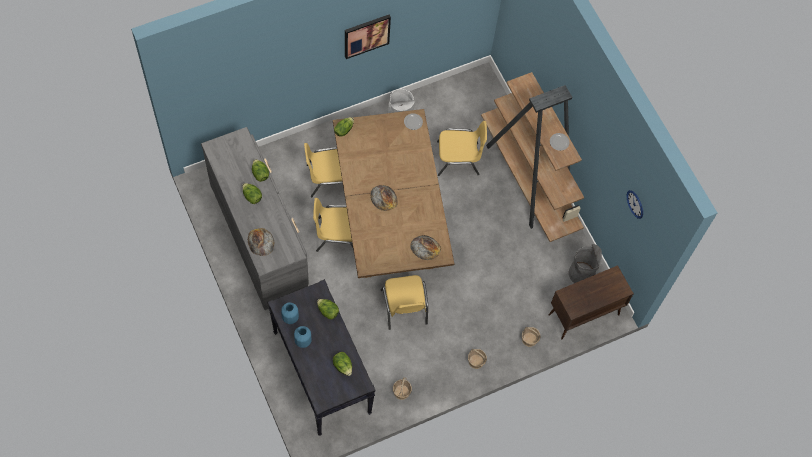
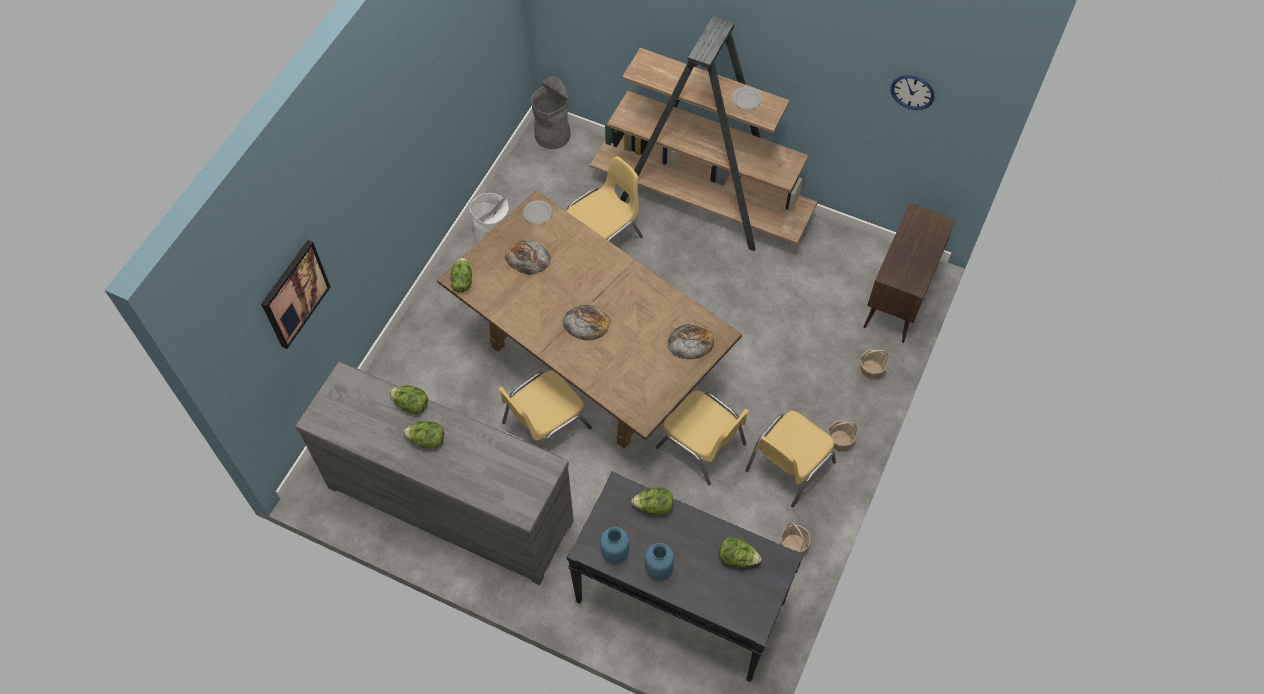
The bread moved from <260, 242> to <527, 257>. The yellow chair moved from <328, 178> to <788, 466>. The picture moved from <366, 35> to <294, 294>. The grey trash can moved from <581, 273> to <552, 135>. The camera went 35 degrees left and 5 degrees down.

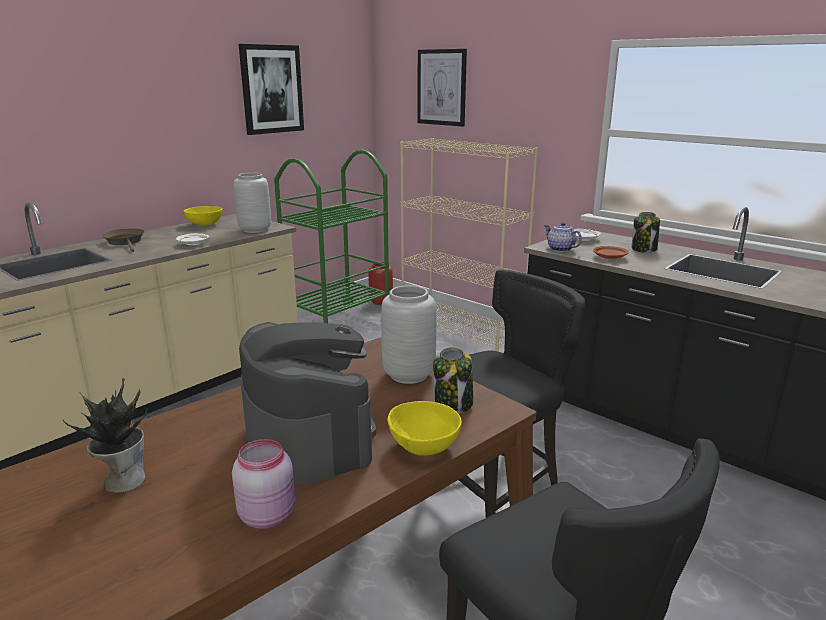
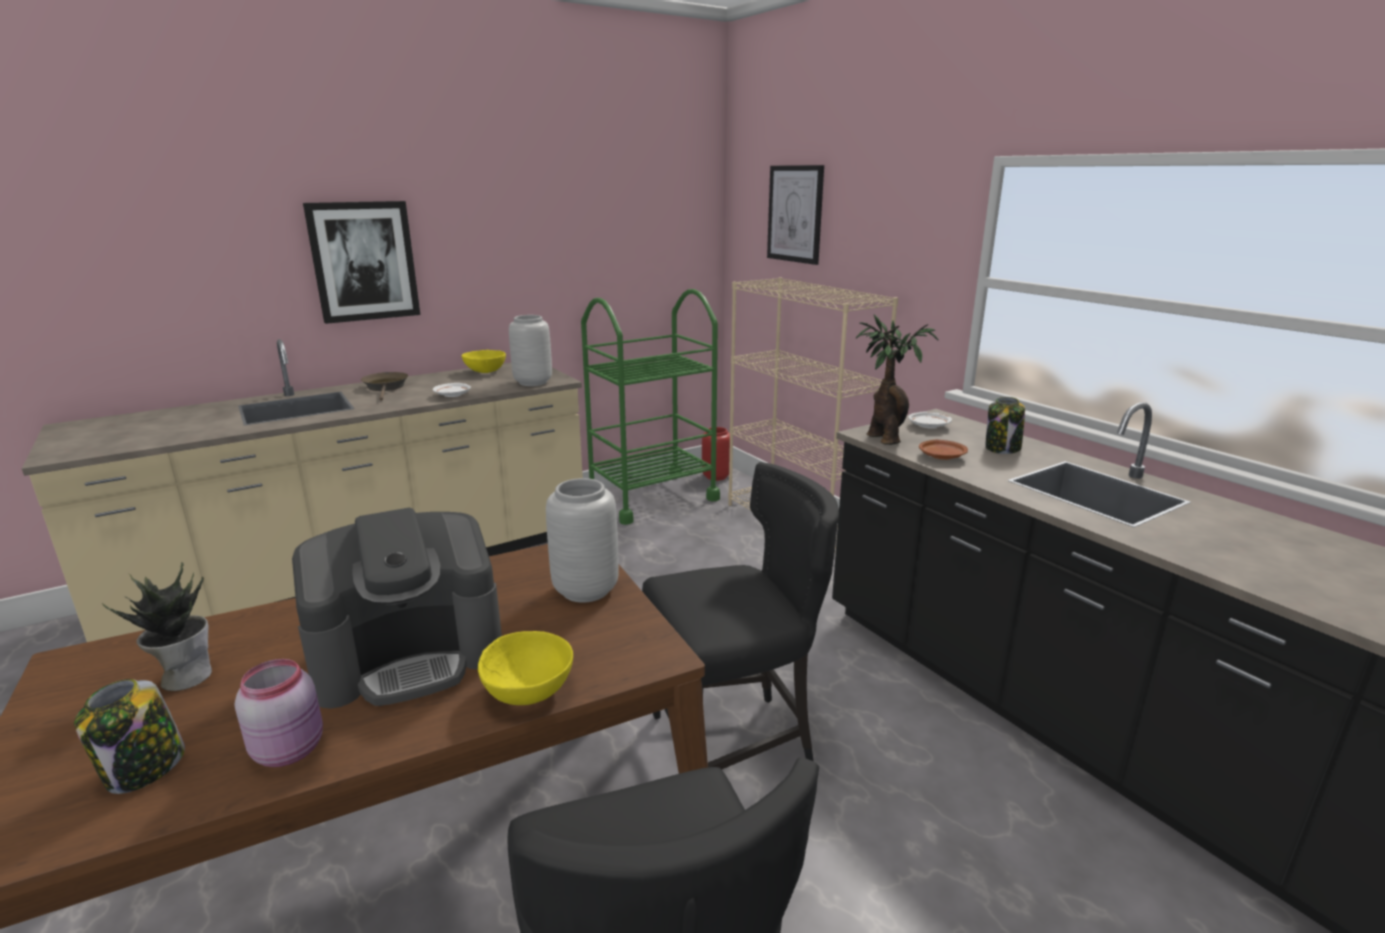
The picture moved from <271, 89> to <364, 261>. The jar moved from <453, 404> to <144, 769>. The teapot at <560, 249> was replaced by the potted plant at <883, 438>. The coffee machine at <309, 437> turned 75 degrees clockwise. The camera went 15 degrees right and 0 degrees up.

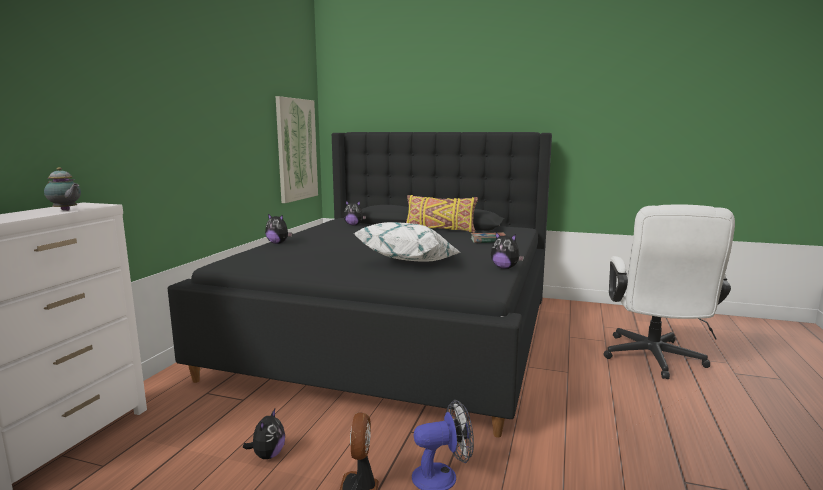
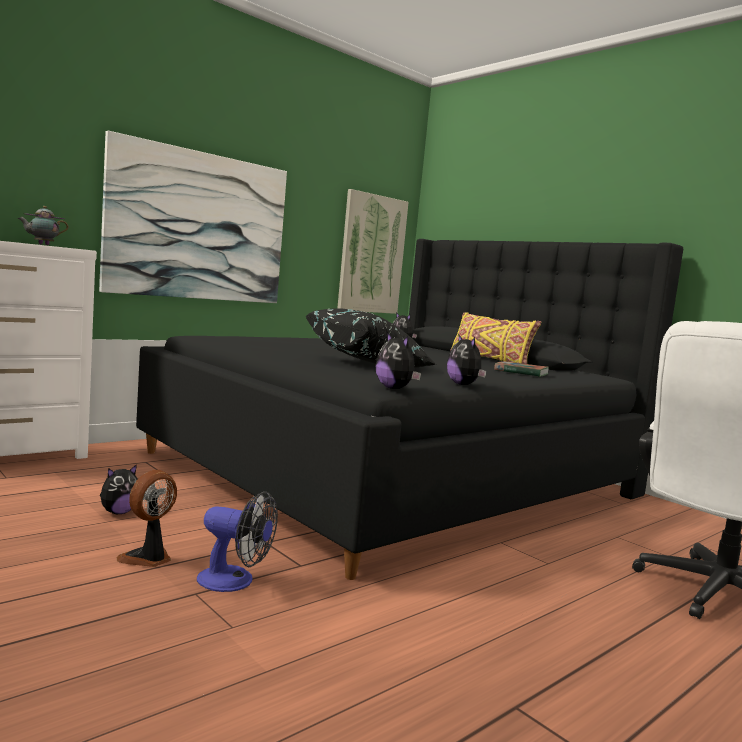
The picture at <199, 226> appeared. The plush toy moved from <278, 243> to <395, 389>. The white pillow at <410, 262> became the black pillow at <368, 364>. The teapot at <66, 210> turned 90 degrees clockwise. The camera went 30 degrees right and 5 degrees down.

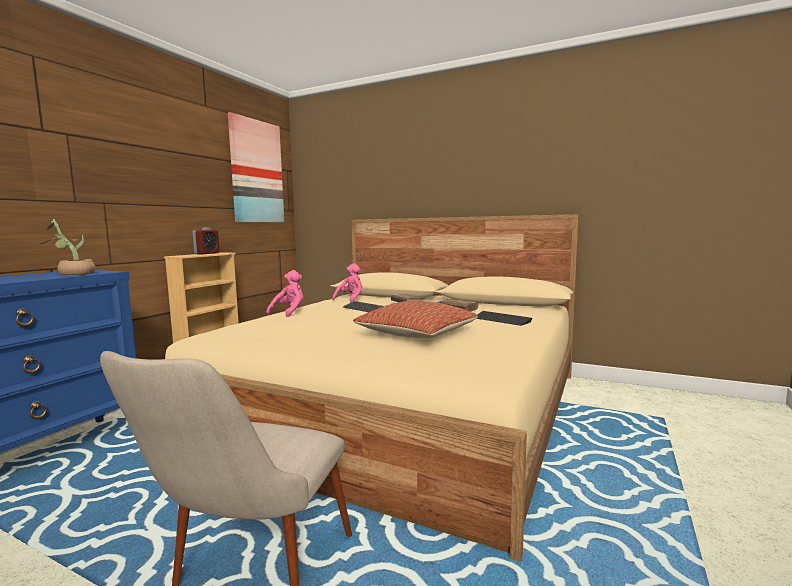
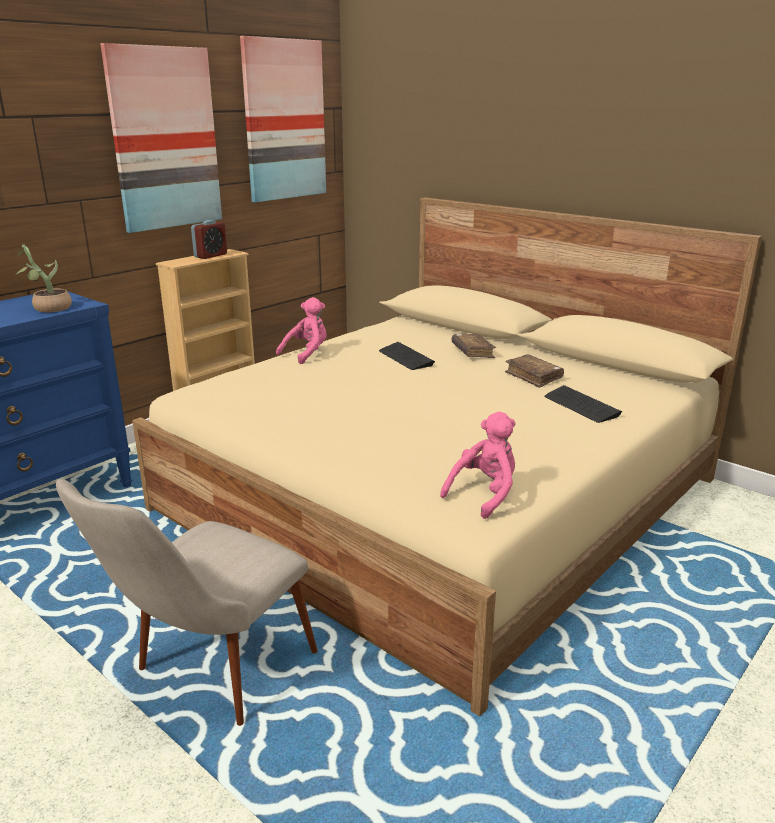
The pillow at <417, 334> disappeared. The picture at <164, 139> appeared. The pink plush toy moved from <350, 299> to <484, 494>. The camera went 15 degrees right and 15 degrees up.

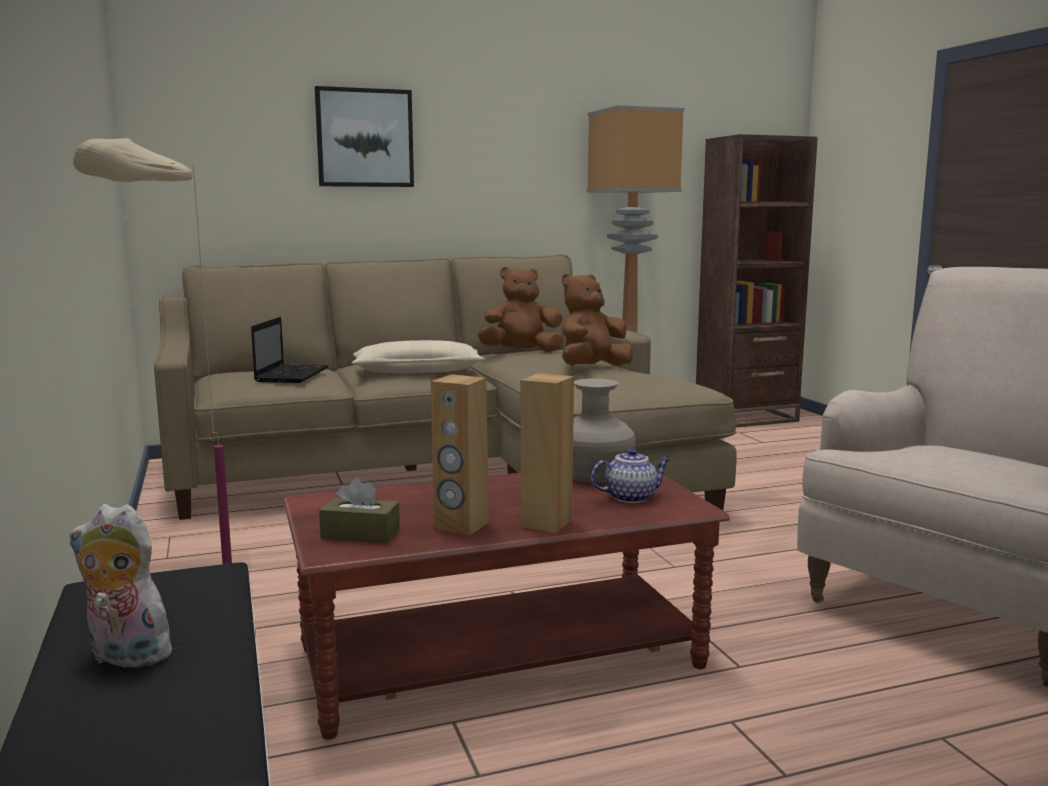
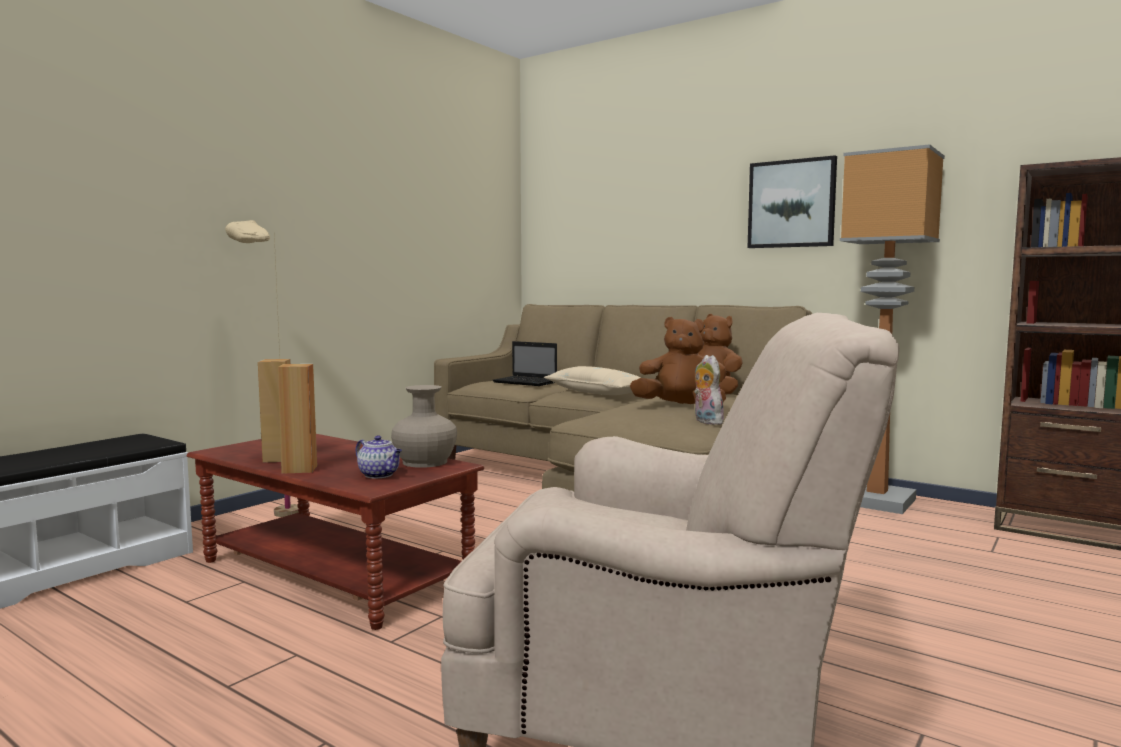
The brown tissue box at <360, 534> disappeared. The plush toy moved from <124, 657> to <706, 422>. The picture moved from <364, 138> to <791, 204>. The laptop at <292, 375> turned 60 degrees clockwise. The camera went 55 degrees right and 5 degrees down.

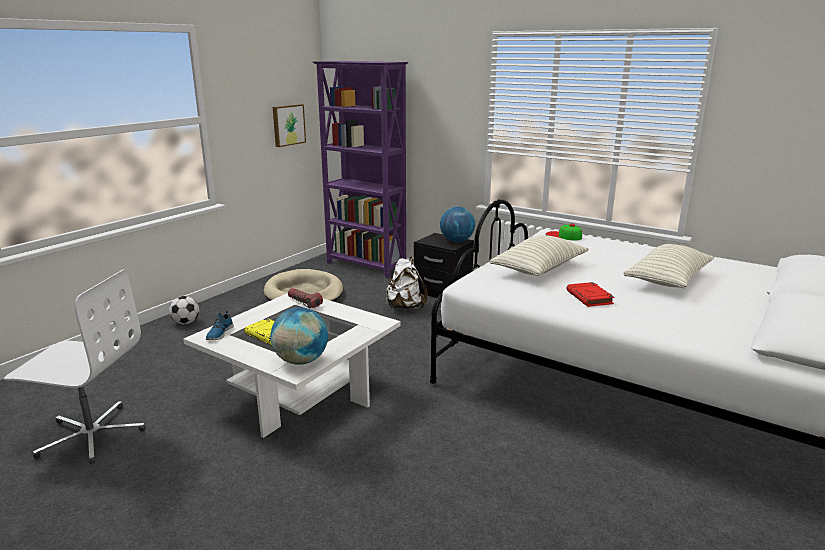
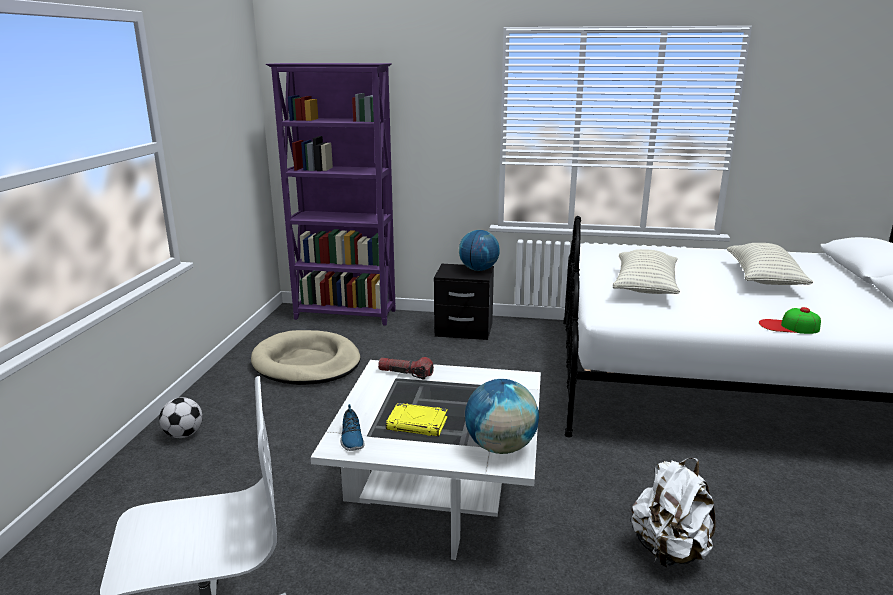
The picture at <288, 125> disappeared. The red book at <590, 298> disappeared. The white backpack moved from <405, 307> to <669, 550>. The cap moved from <563, 236> to <788, 326>. The camera went 25 degrees left and 0 degrees up.

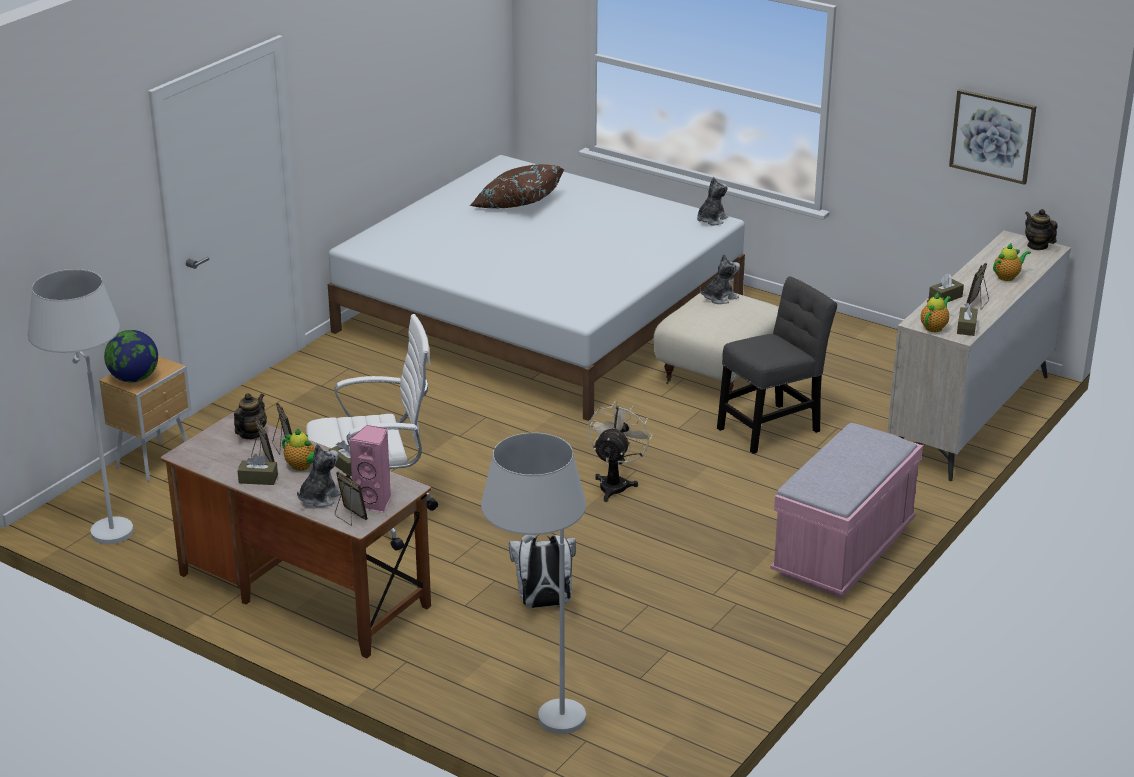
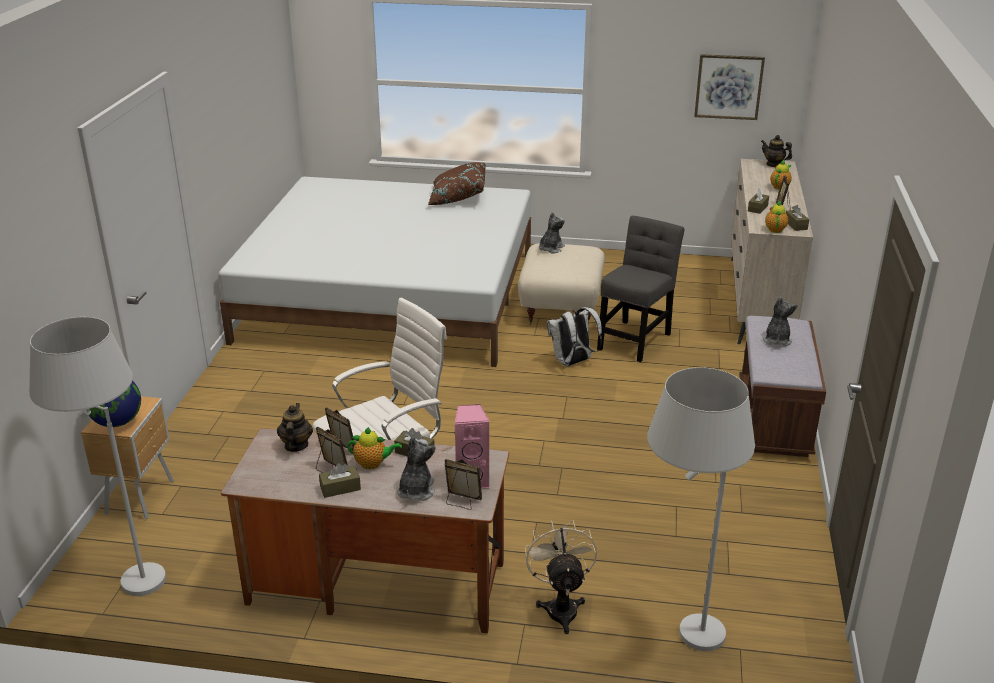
The brown pillow moved from <517, 203> to <457, 197>. The white backpack moved from <544, 604> to <572, 362>. The beige fan moved from <615, 484> to <560, 606>. The plush toy moved from <711, 220> to <776, 340>. The pink bench at <843, 551> became the brown bench at <773, 420>. The camera went 25 degrees left and 0 degrees up.

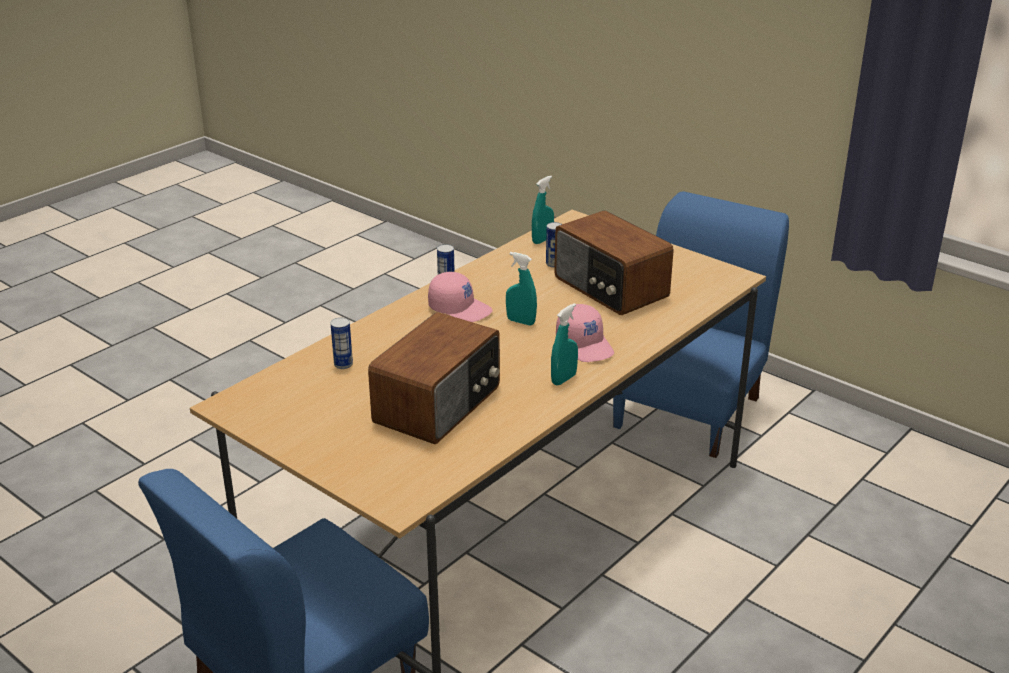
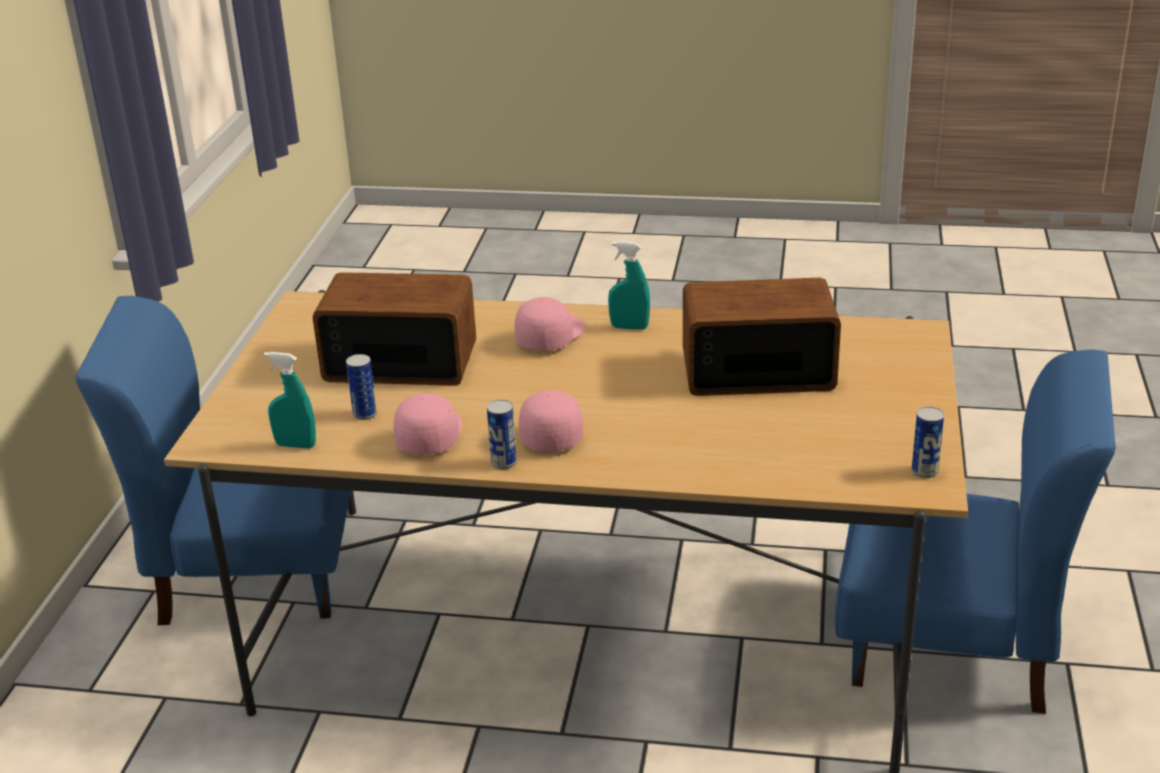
The turquoise spray bottle at <521, 321> disappeared. The pink cap at <429, 435> appeared. The can moved from <343, 364> to <924, 471>. The radio at <610, 288> turned 105 degrees counterclockwise. The camera went 120 degrees left and 0 degrees up.

